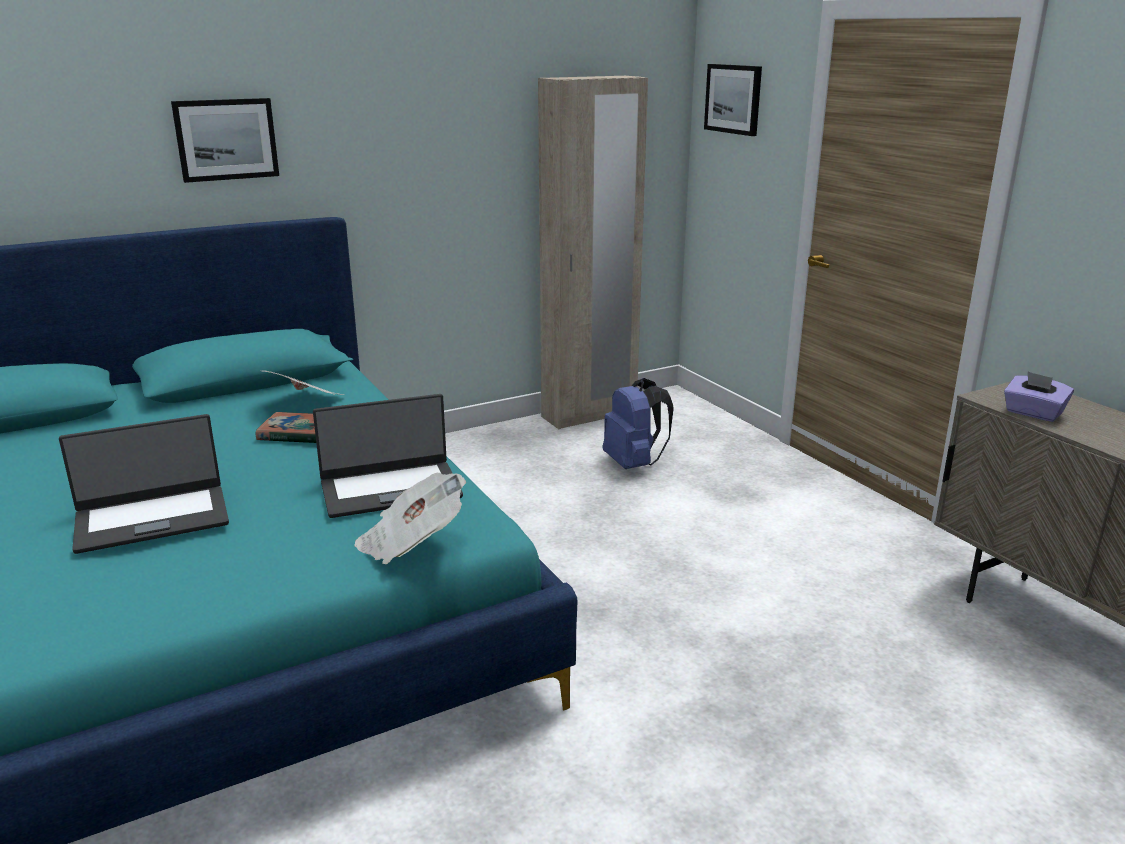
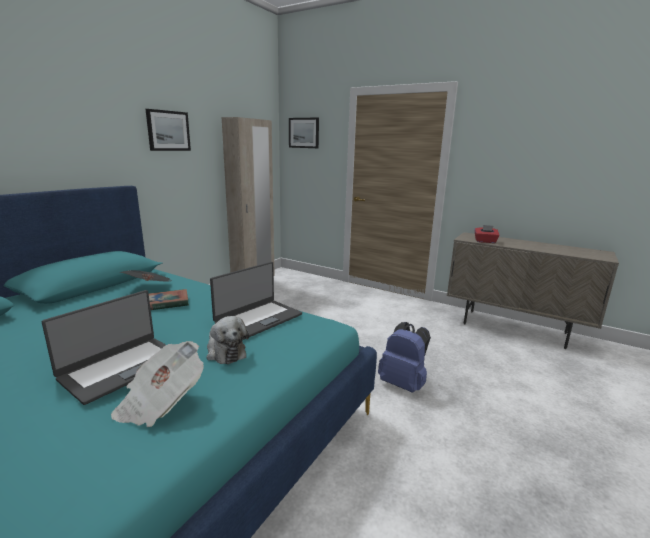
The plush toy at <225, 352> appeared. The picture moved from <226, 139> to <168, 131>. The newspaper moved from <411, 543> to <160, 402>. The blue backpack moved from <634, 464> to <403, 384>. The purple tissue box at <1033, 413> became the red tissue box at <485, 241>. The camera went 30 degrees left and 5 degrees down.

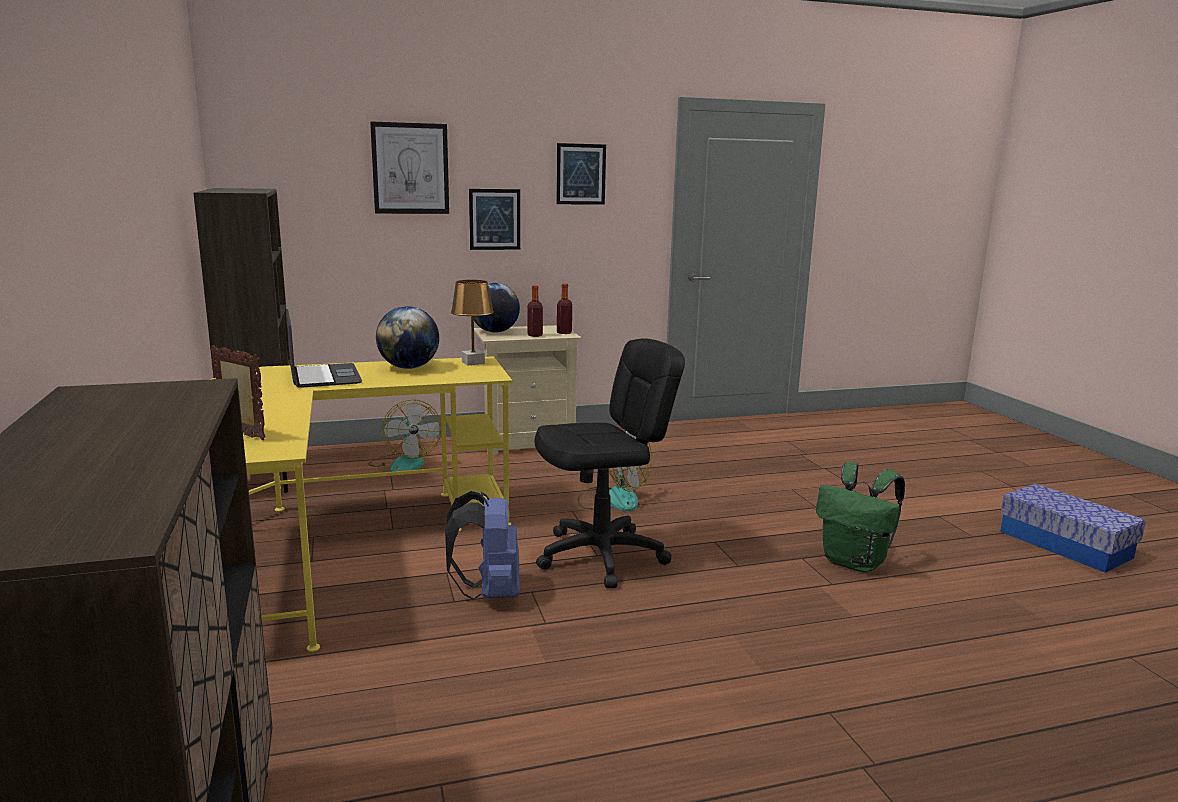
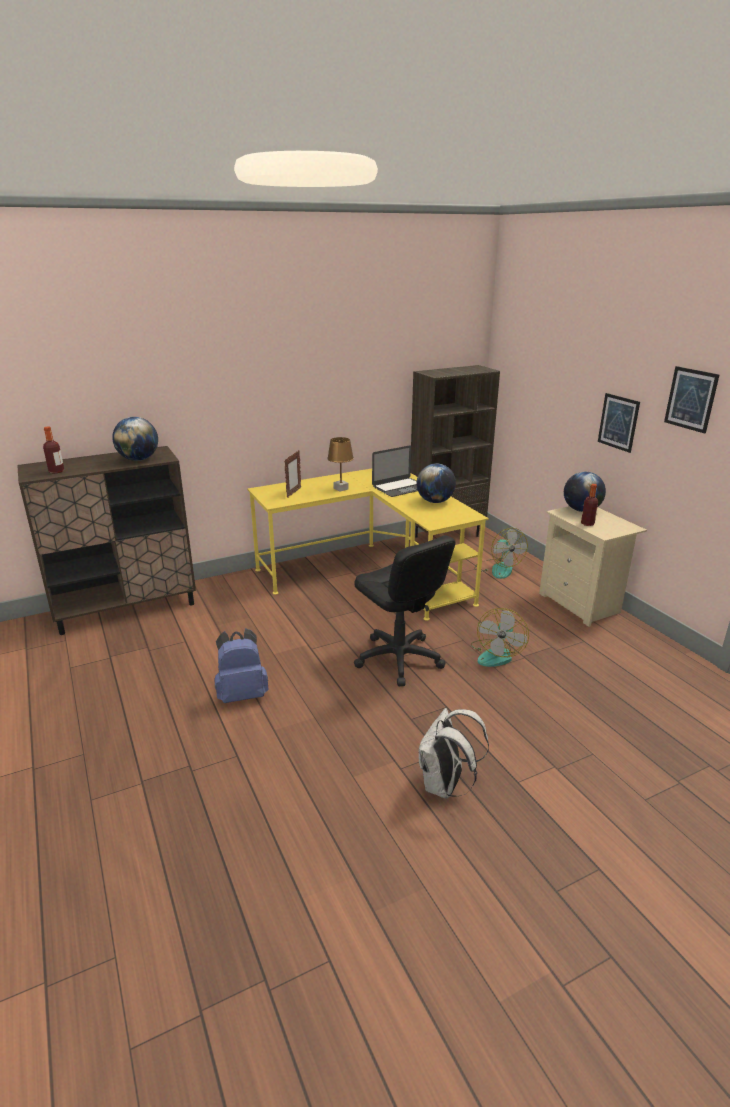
The picture at <410, 168> disappeared. The storage box at <1065, 544> disappeared. The globe at <138, 459> appeared. The blue backpack moved from <489, 593> to <242, 694>. The brown table lamp moved from <473, 363> to <340, 488>. The bottle moved from <564, 332> to <56, 471>. The green backpack at <855, 563> became the white backpack at <445, 786>. The fan at <404, 463> turned 75 degrees counterclockwise. The camera went 80 degrees right and 10 degrees up.

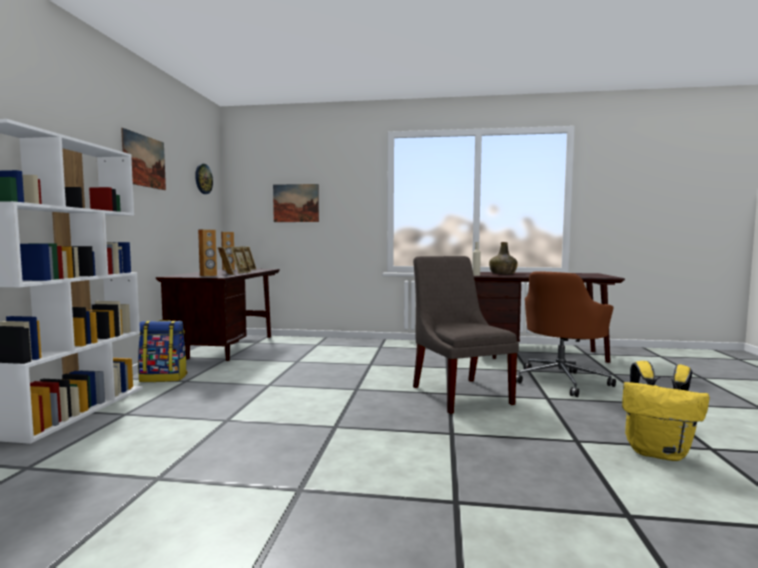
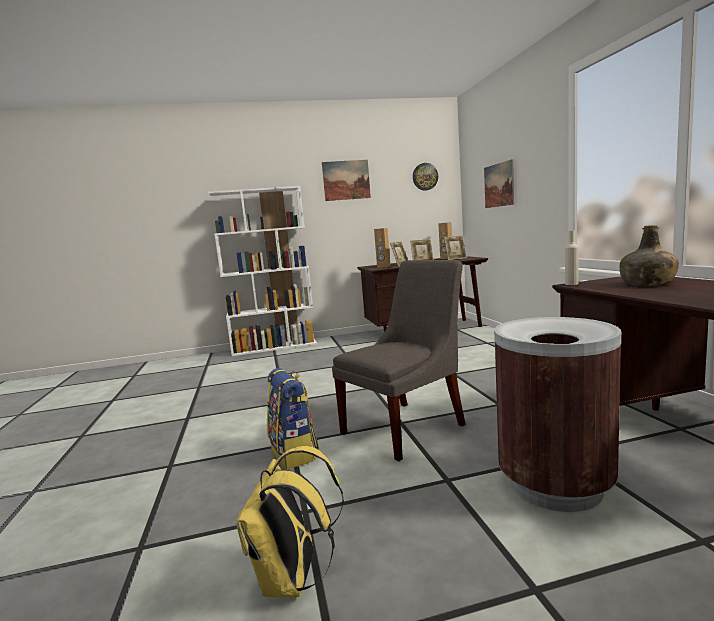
The backpack moved from <164, 378> to <294, 453>. The brown office chair at <561, 380> was replaced by the brown trash can at <554, 484>. The camera went 70 degrees right and 5 degrees up.

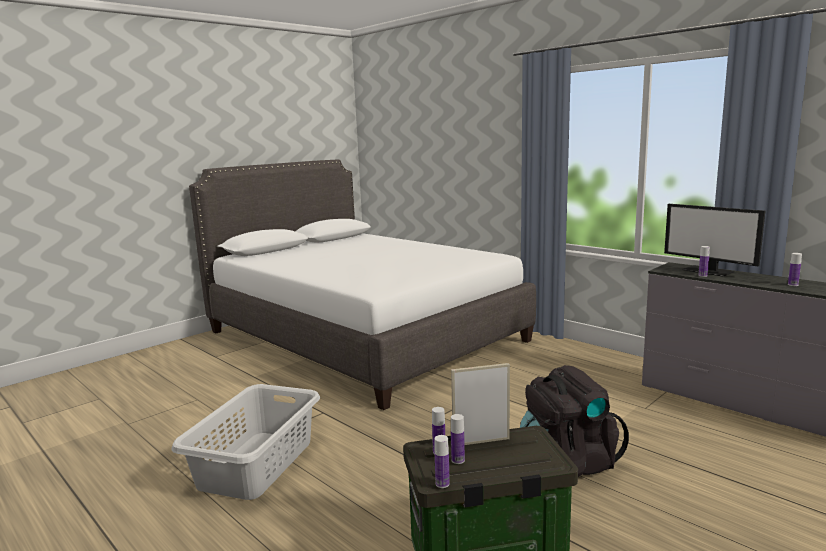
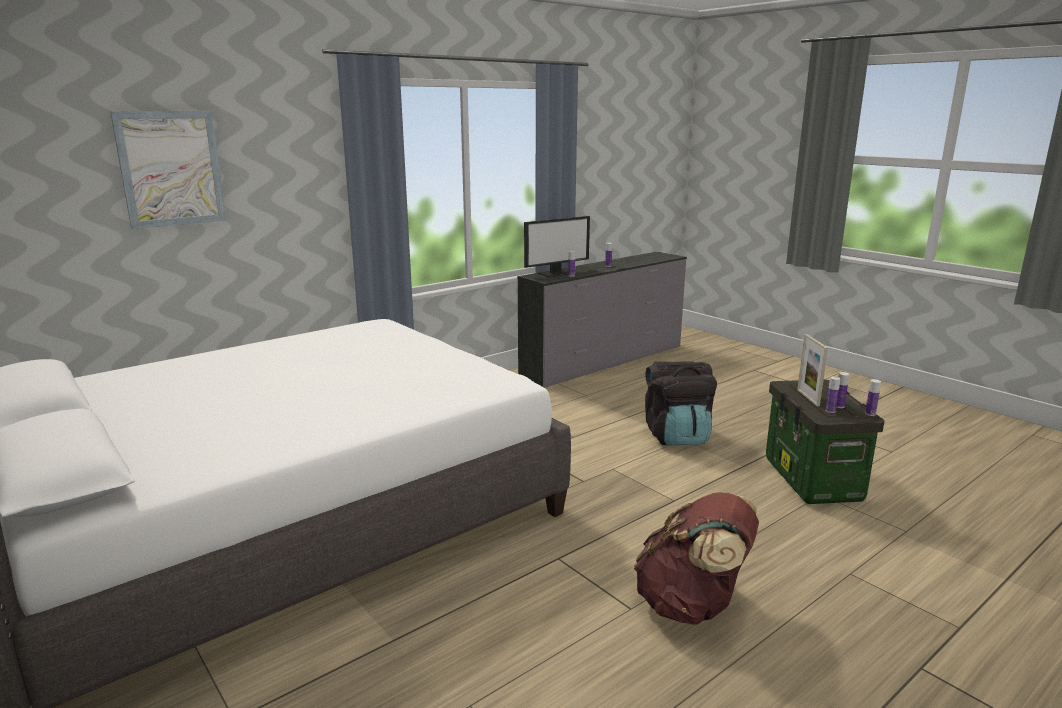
The picture at <171, 169> appeared. The grey laundry basket at <255, 464> was replaced by the brown backpack at <692, 605>. The camera went 85 degrees left and 5 degrees up.

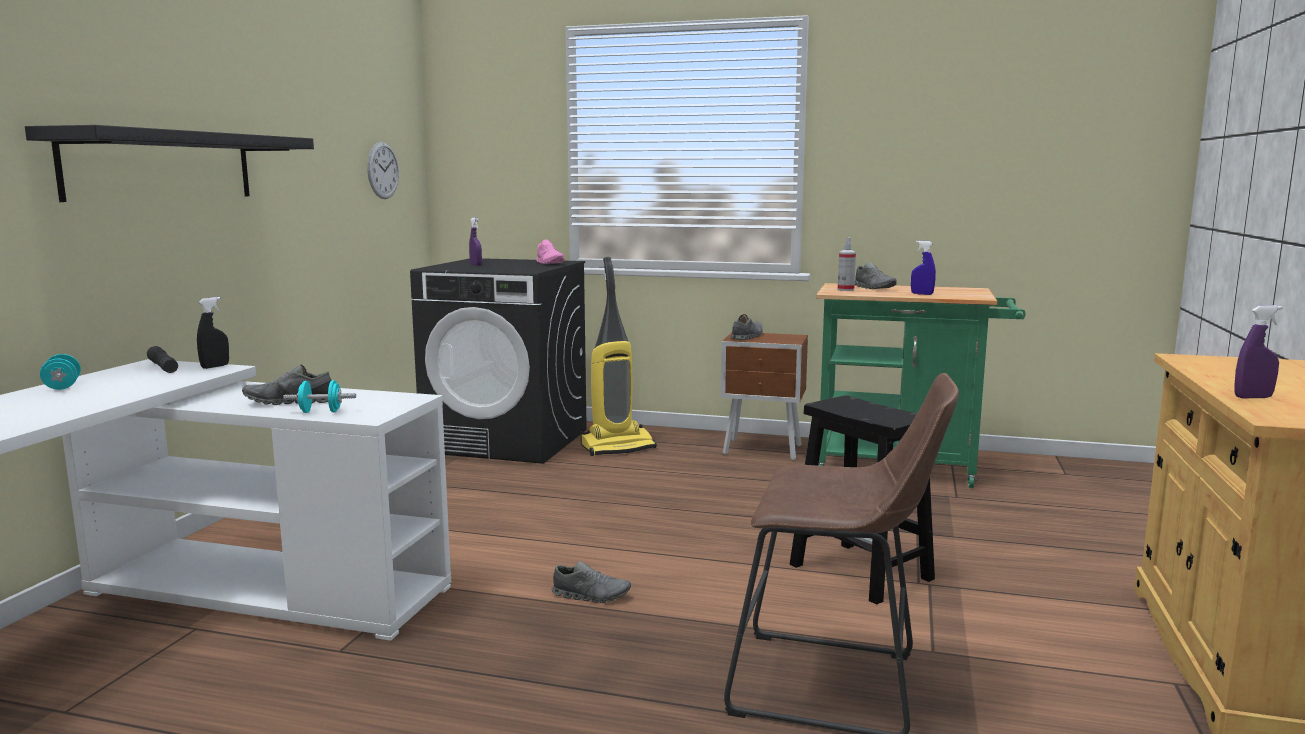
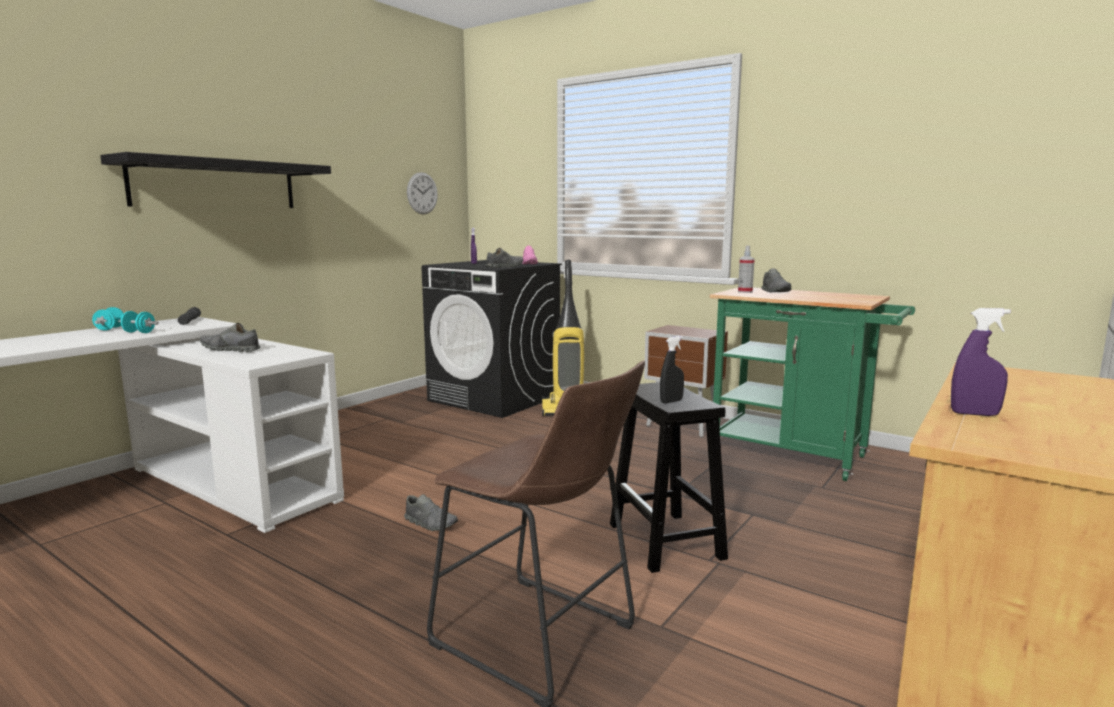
The blue spray bottle at <922, 294> disappeared. The black spray bottle moved from <215, 366> to <671, 401>. The turquoise dumbbell moved from <321, 412> to <139, 332>. The grey shoe moved from <746, 337> to <505, 266>. The camera went 20 degrees right and 0 degrees up.

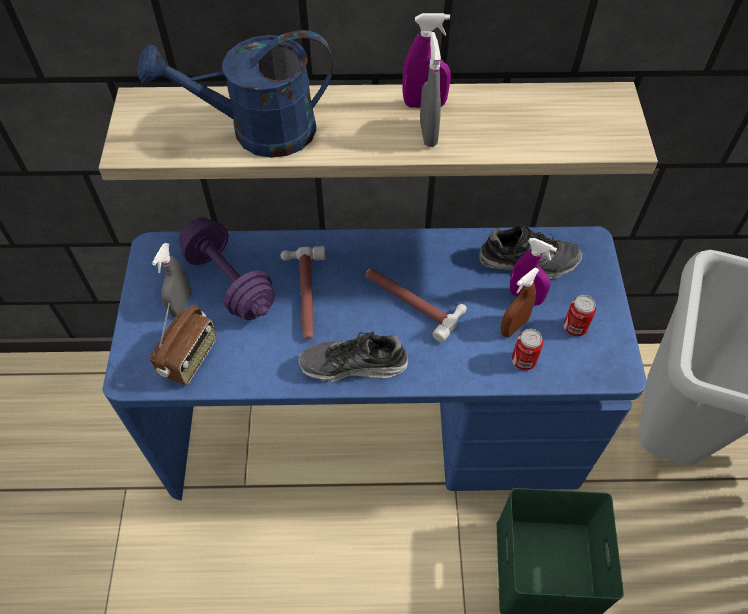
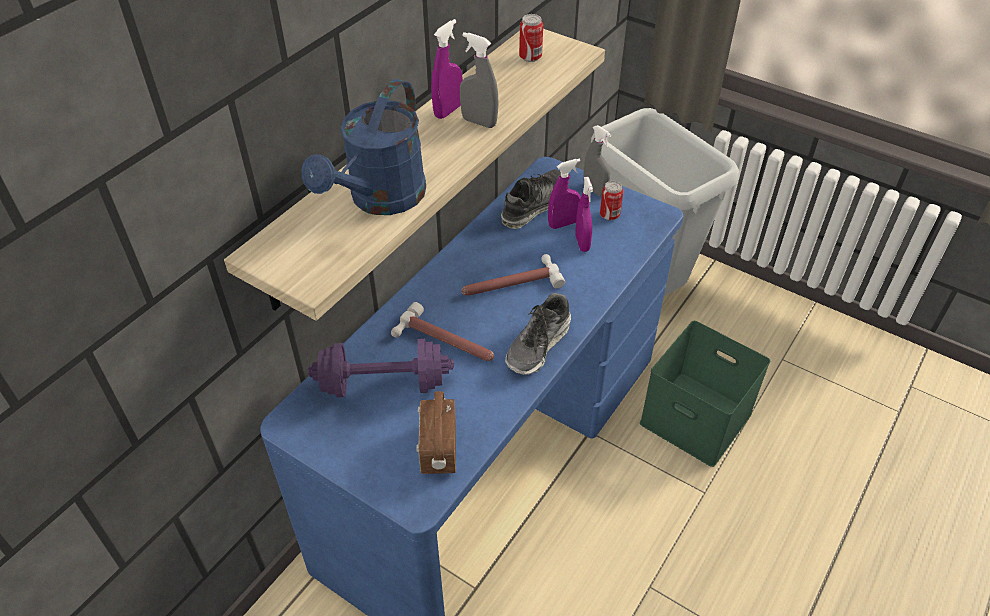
The grey spray bottle moved from <181, 304> to <595, 190>. The can moved from <523, 361> to <530, 57>. The brown spray bottle at <514, 326> became the purple spray bottle at <582, 243>. The radio at <190, 358> turned 150 degrees counterclockwise. The camera went 55 degrees left and 10 degrees down.

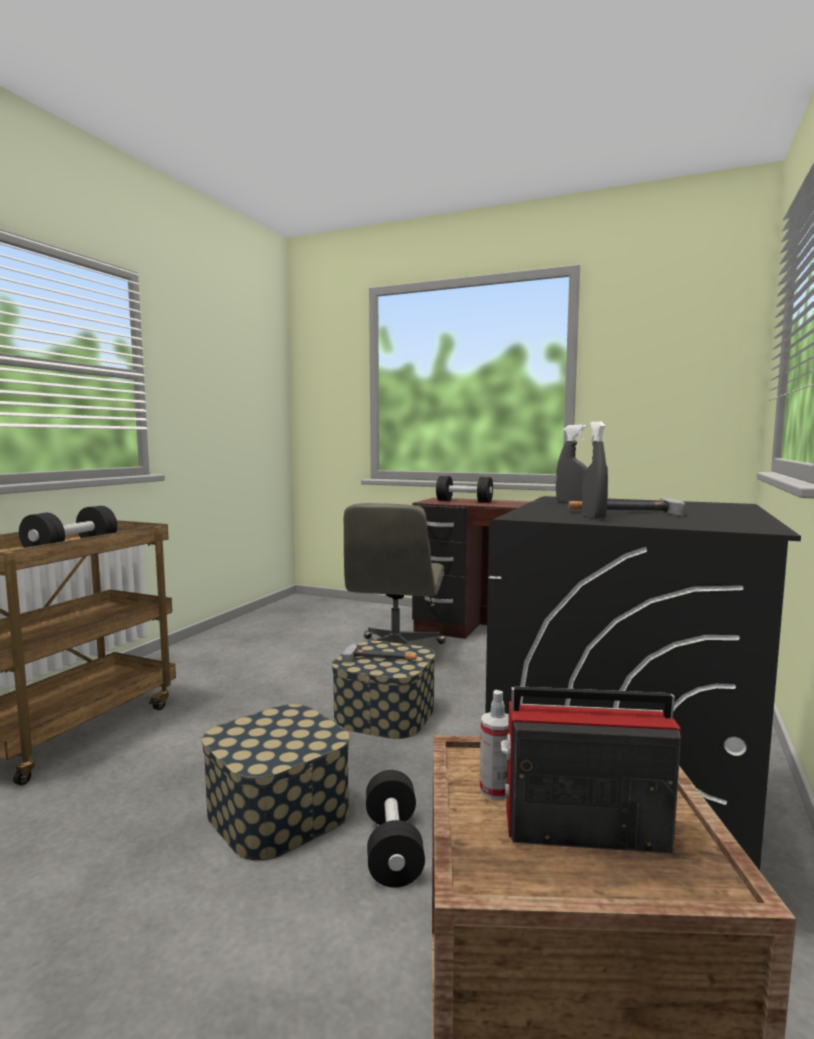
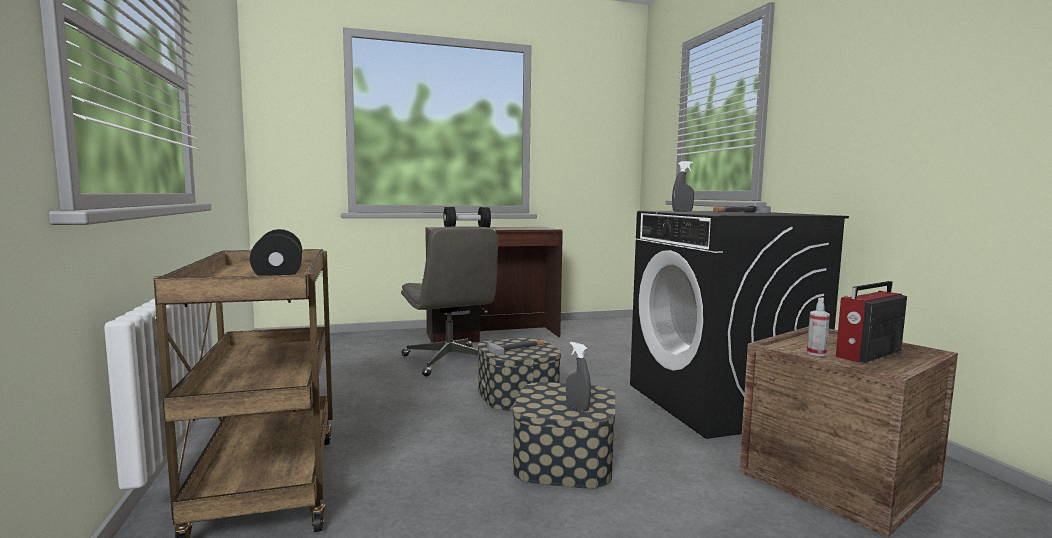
The black dumbbell at <393, 848> disappeared. The grey spray bottle moved from <593, 517> to <577, 408>. The camera went 40 degrees left and 0 degrees up.

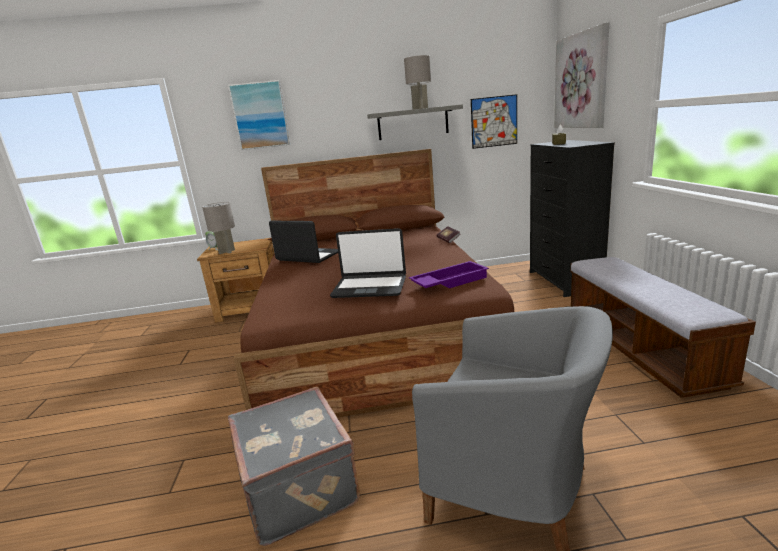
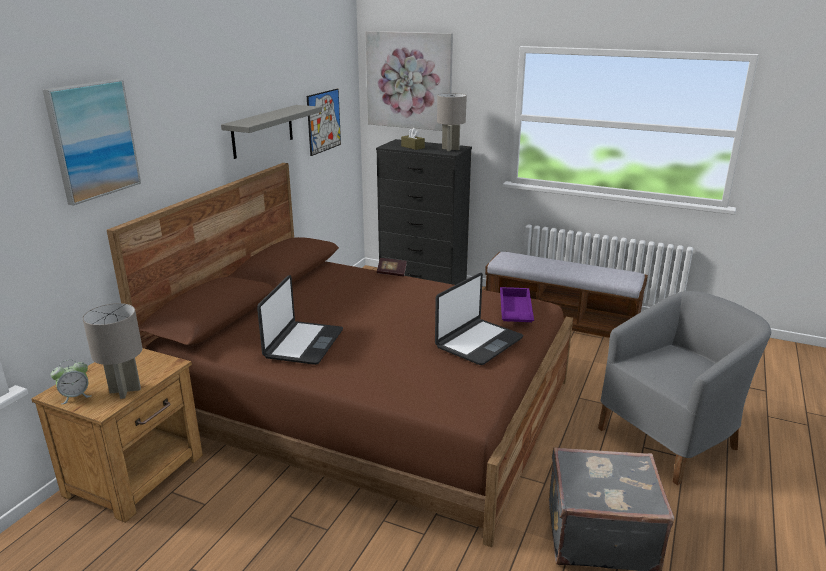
The grey table lamp moved from <420, 108> to <450, 149>. The laptop at <308, 257> turned 135 degrees clockwise. The camera went 60 degrees left and 5 degrees up.

